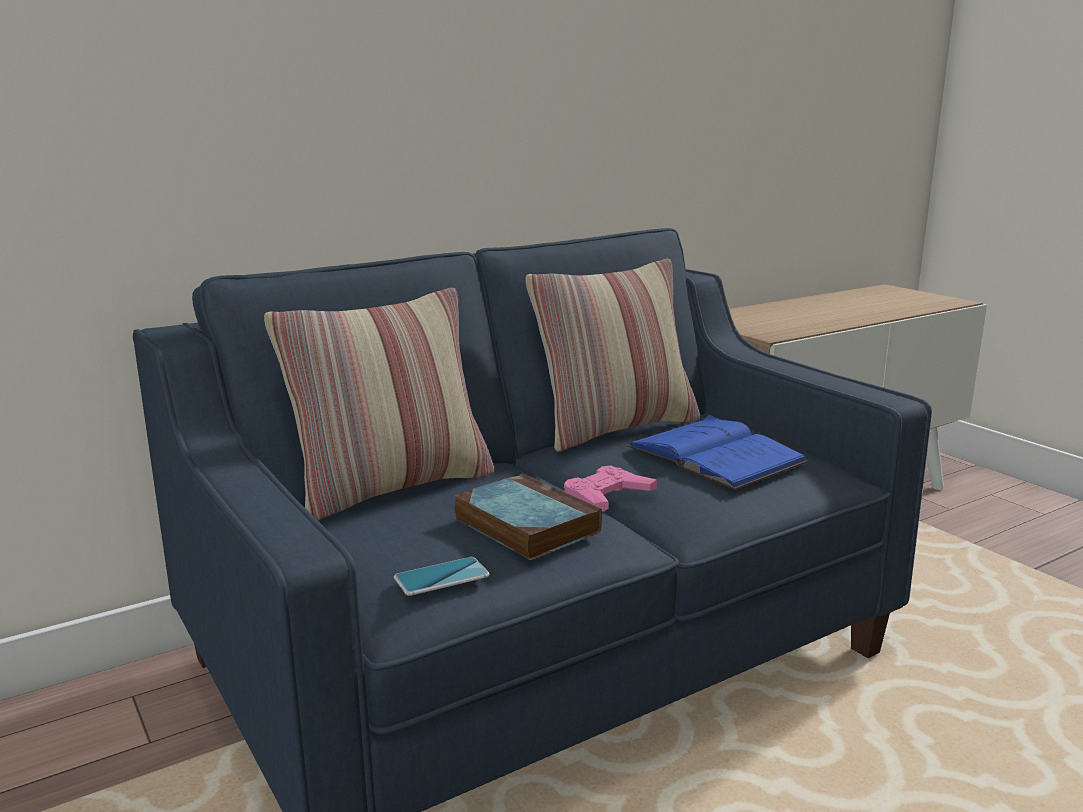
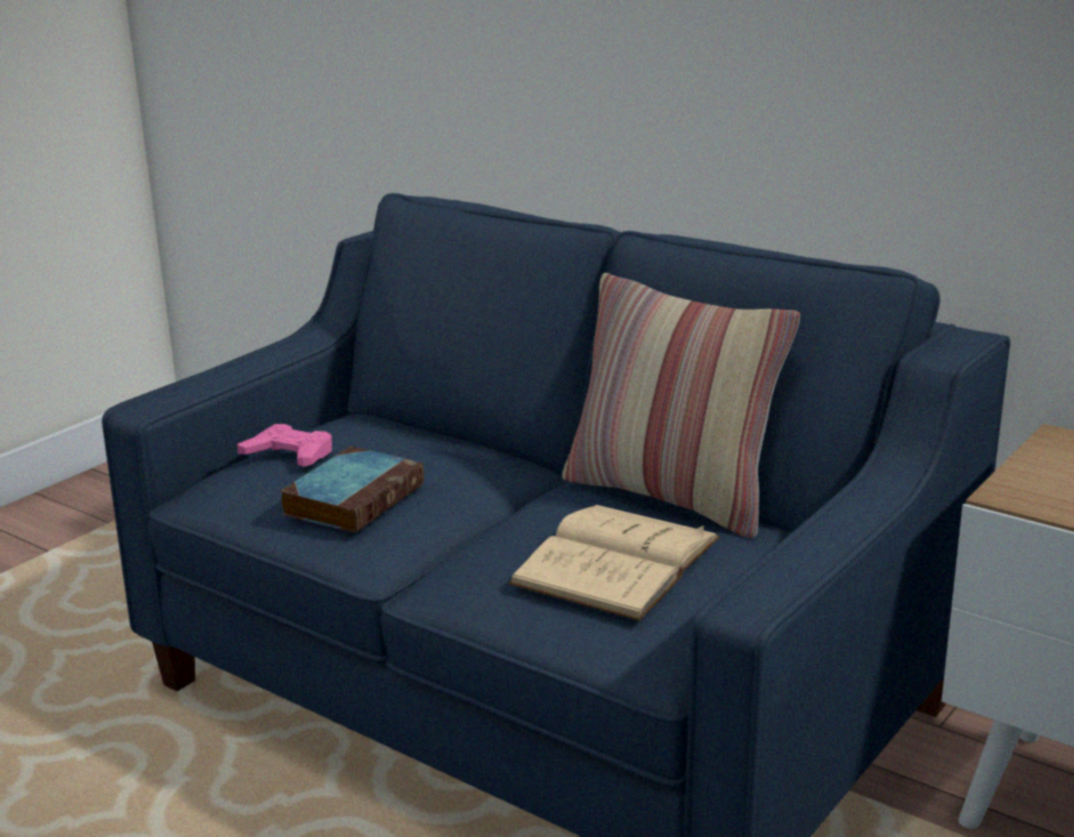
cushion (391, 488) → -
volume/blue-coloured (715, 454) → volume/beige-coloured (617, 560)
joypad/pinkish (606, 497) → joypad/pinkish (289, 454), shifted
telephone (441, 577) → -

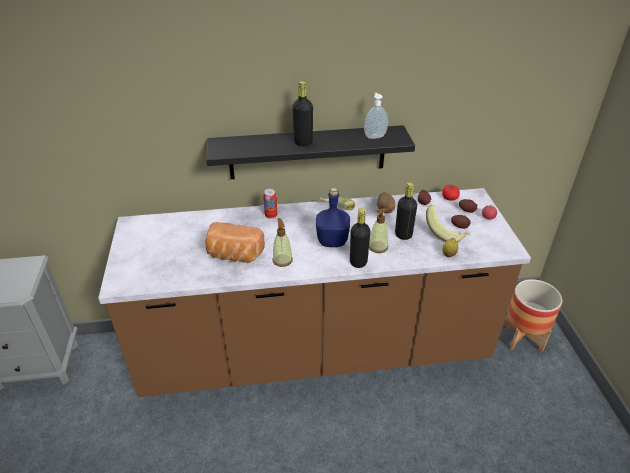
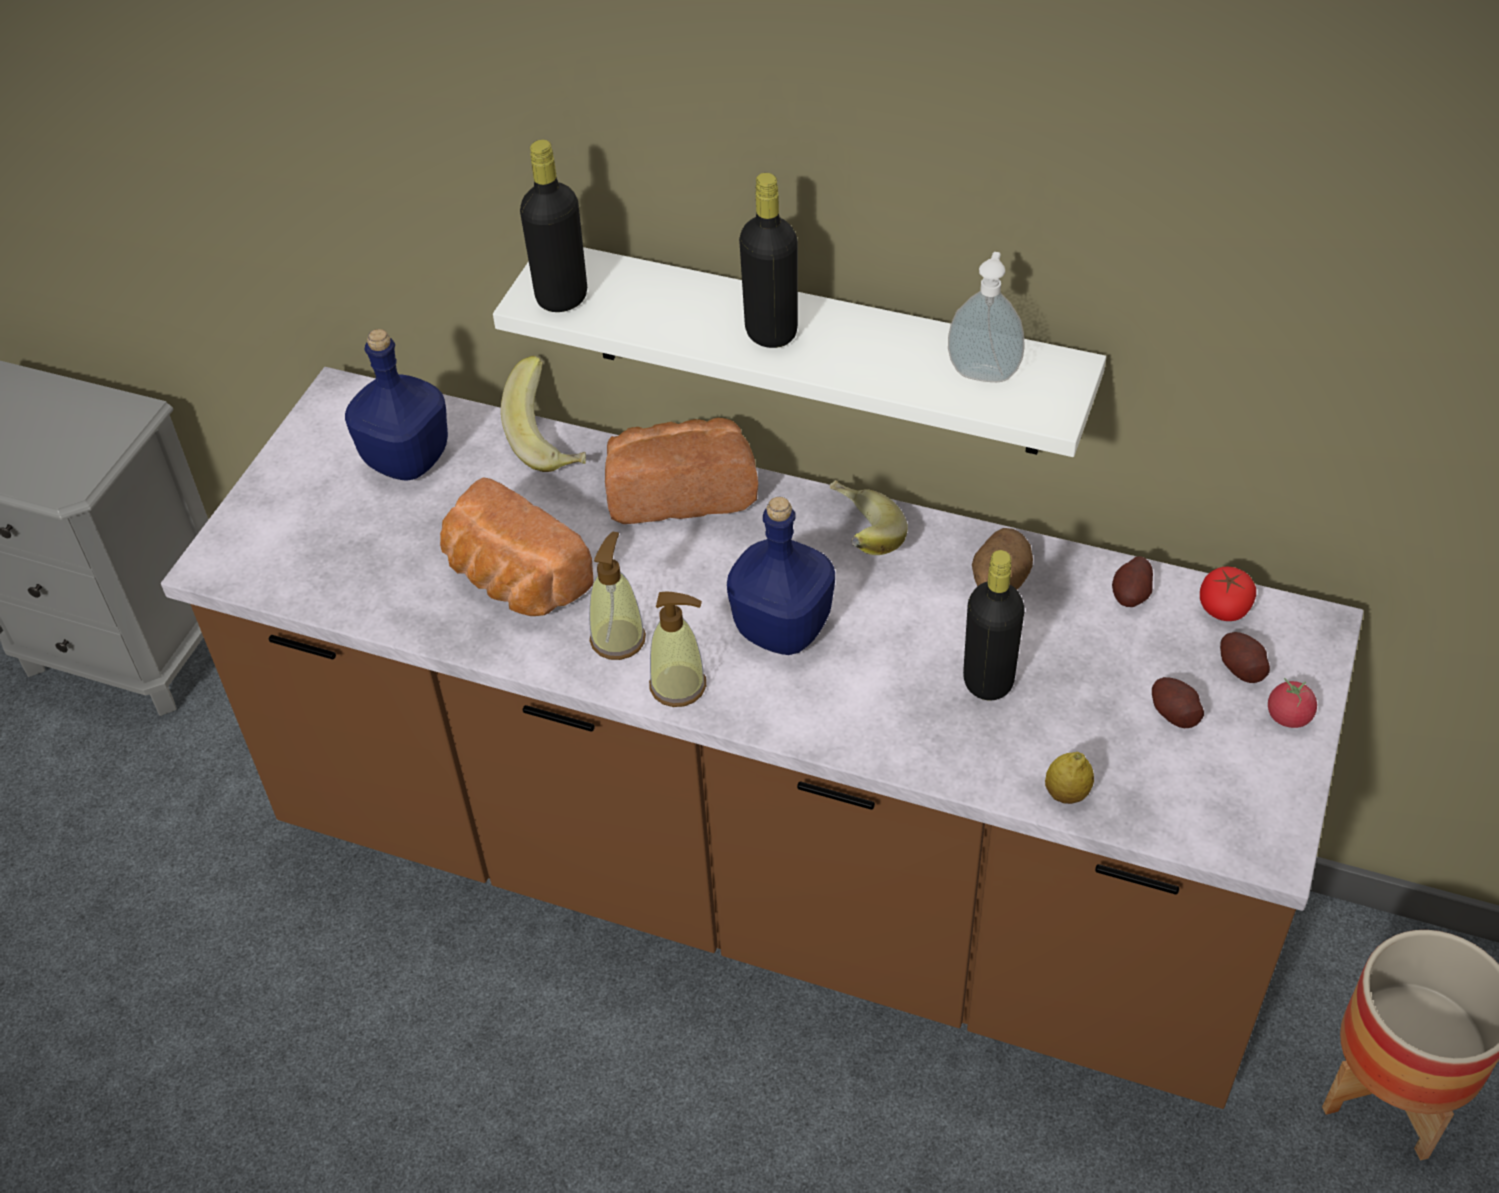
wall shelf/black-coloured (307, 152) → wall shelf/white (814, 349)
metal can (271, 215) → bakery bread (680, 491)
whole banana (445, 233) → whole banana (552, 440), shifted
beverage bottle/black-coloured (358, 262) → beverage bottle/black-coloured (562, 297), shifted
liquid soap bottle (378, 247) → liquid soap bottle (678, 685), shifted
- → beverage bottle/blue-coloured (406, 460)

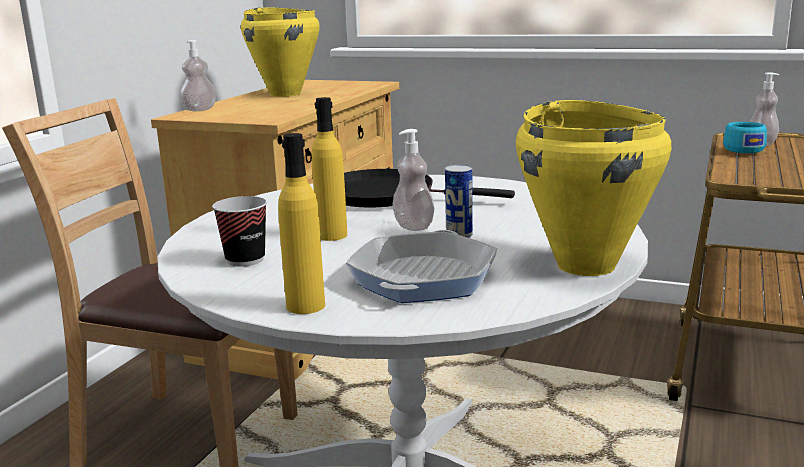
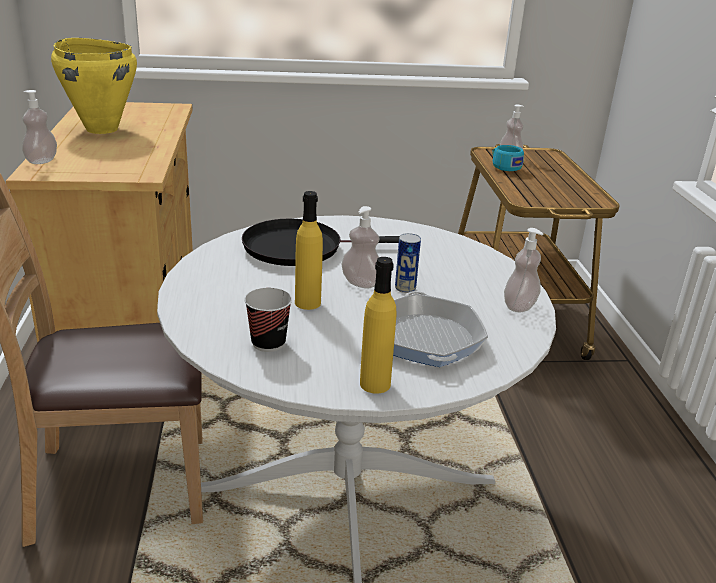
stockpot/yellow-coloured (586, 265) → liquid soap bottle (519, 306)

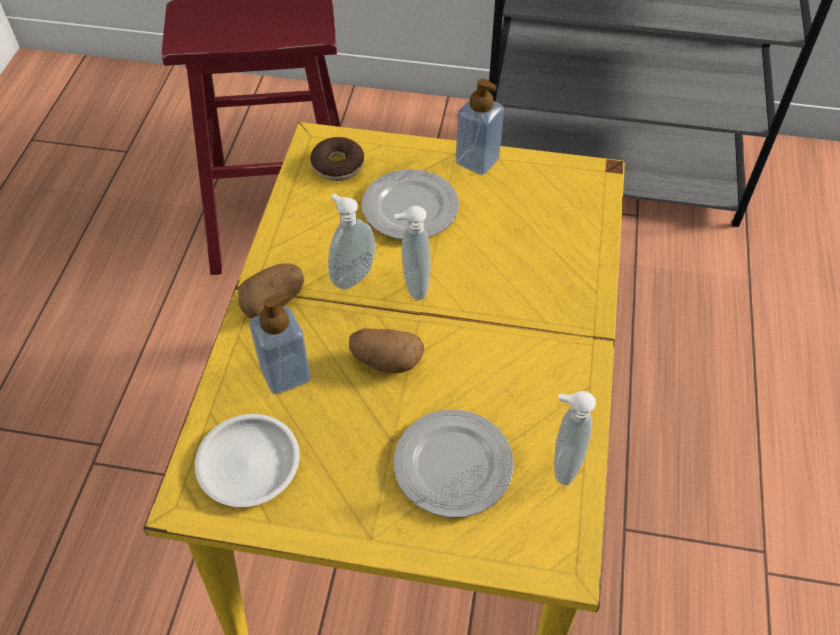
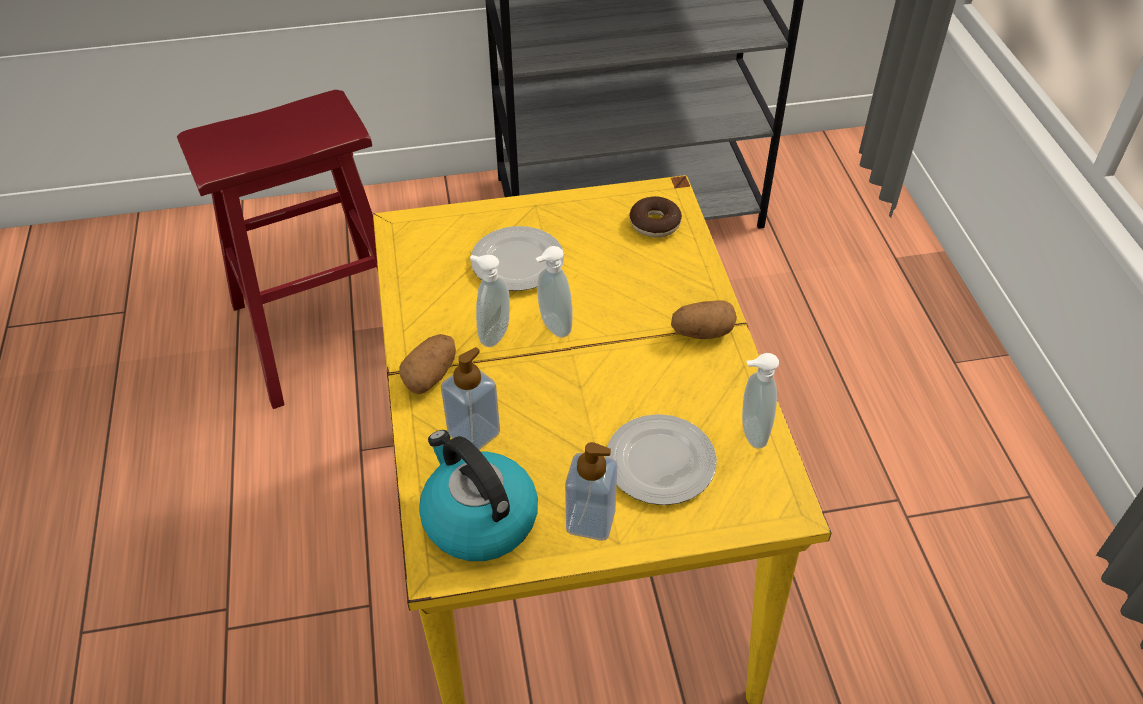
liquid soap bottle (477, 161) → liquid soap bottle (590, 521), shifted
doughnut (338, 165) → doughnut (655, 223), shifted
potato (386, 361) → potato (702, 332), shifted
plate/white (248, 464) → tea kettle (478, 518)

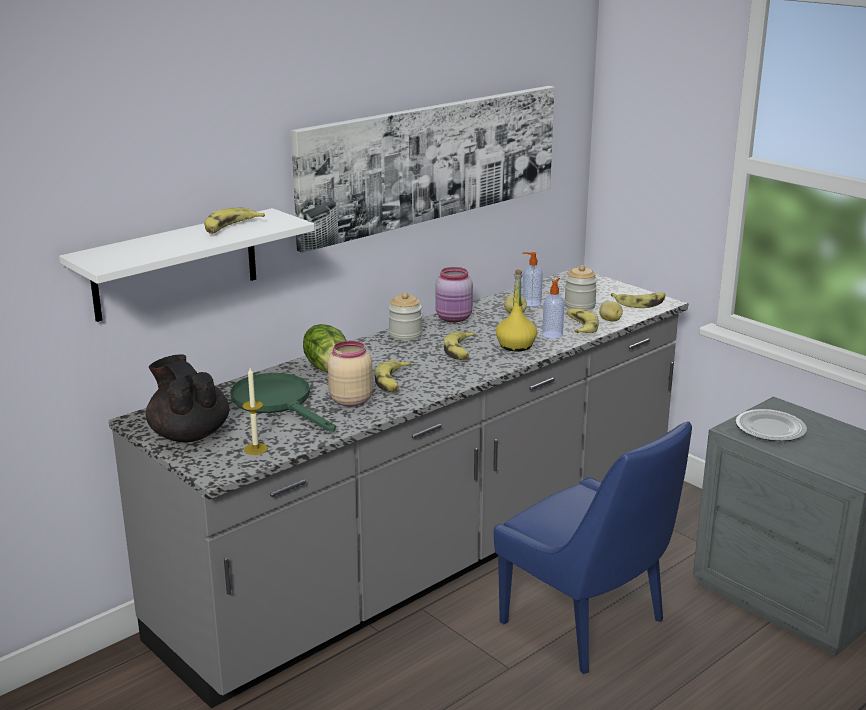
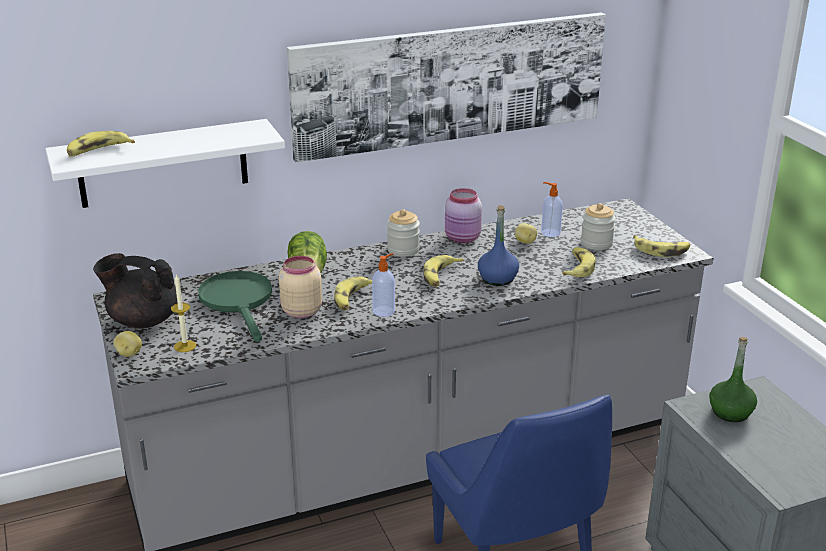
whole banana (230, 228) → whole banana (98, 151), shifted
beverage bottle/yellow-coloured (516, 345) → beverage bottle/blue-coloured (498, 278)
liquid soap bottle (552, 334) → liquid soap bottle (384, 311), shifted
potato (610, 320) → potato (128, 354), shifted
teapot/black-coloured (189, 434) → teapot/black-coloured (143, 320), 60 degrees counterclockwise
plate (769, 428) → beverage bottle/greenish (730, 412)

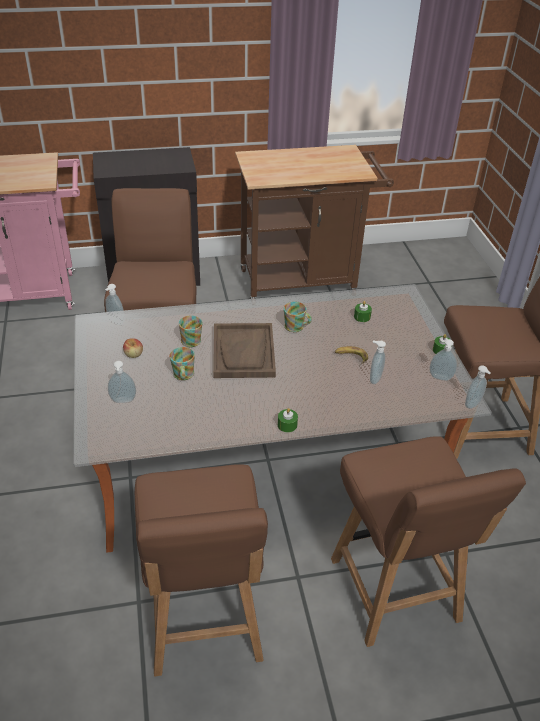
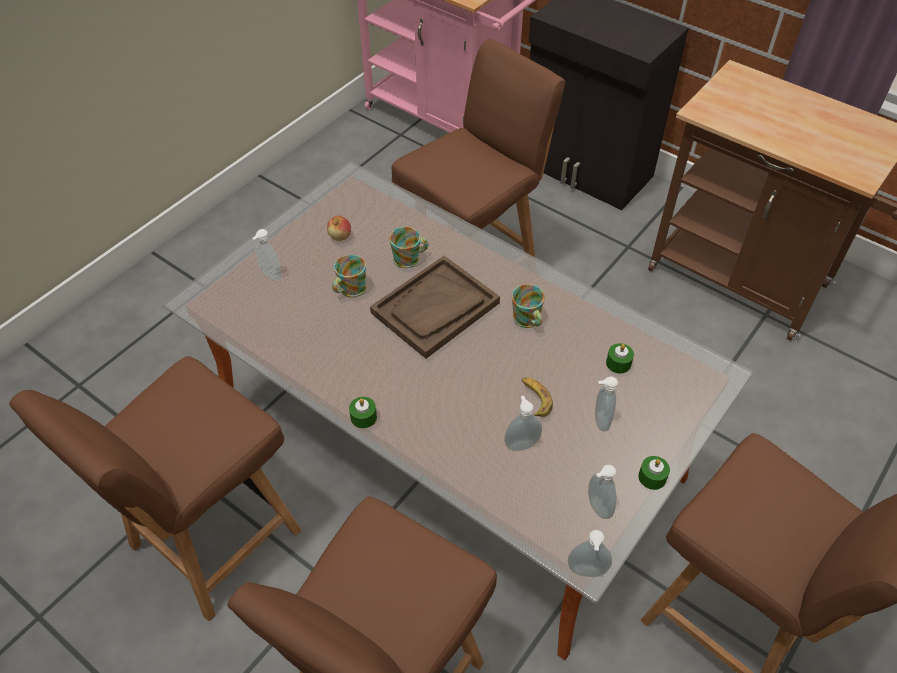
liquid soap bottle (115, 322) → liquid soap bottle (599, 421), shifted

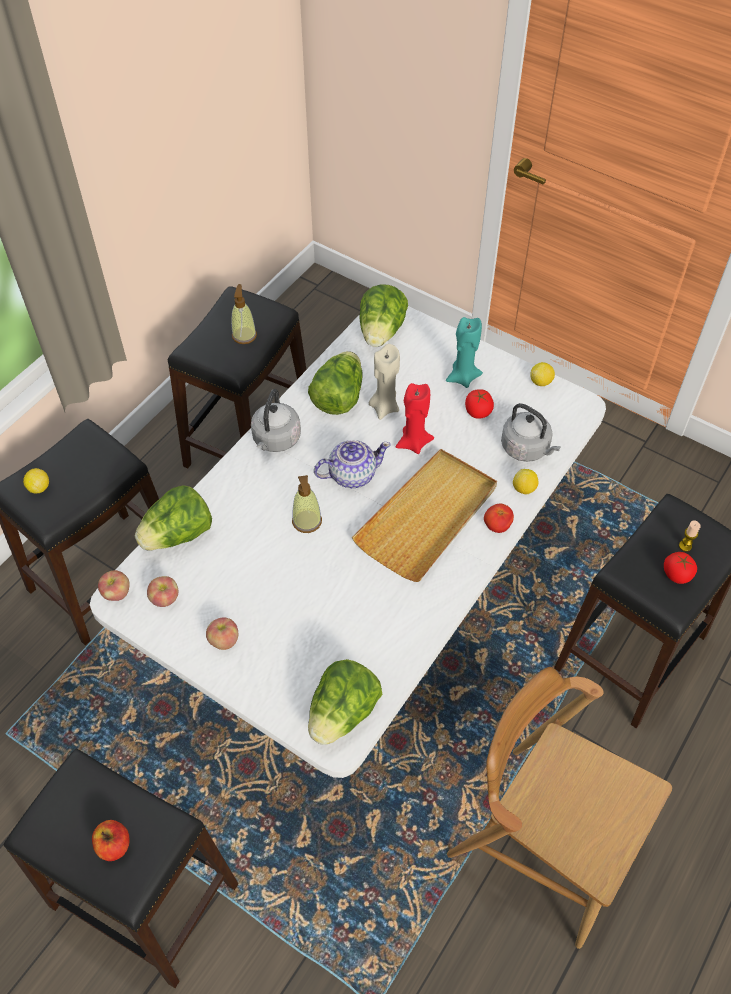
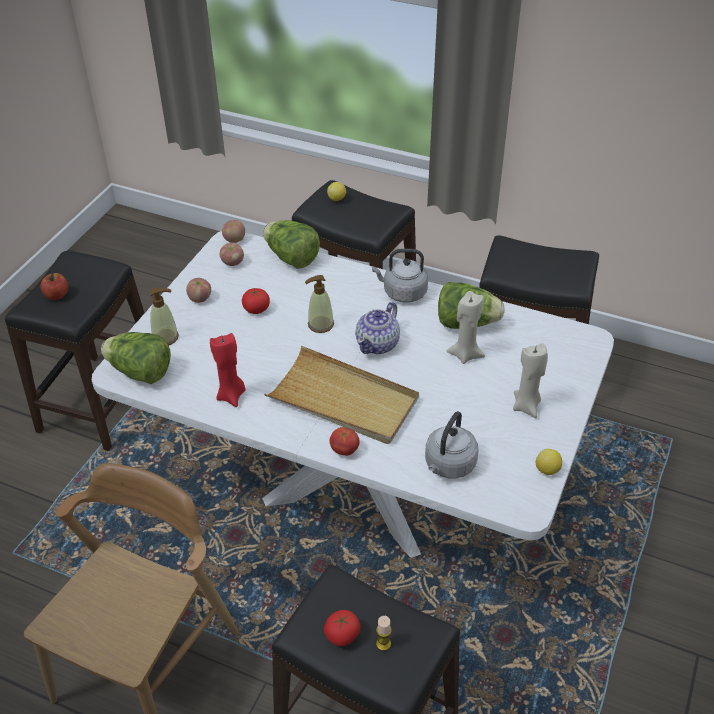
liquid soap bottle (244, 335) → liquid soap bottle (166, 337), shifted
head of lettuce (381, 332) → -
candle/turquoise-coloured (462, 377) → candle/beige-coloured (526, 406)
candle/red (413, 443) → candle/red (231, 395), shifted
fresh tomato (478, 412) → fresh tomato (256, 309), shifted
teapot (351, 474) → teapot (378, 344), 60 degrees clockwise
citrus fruit (524, 489) → -

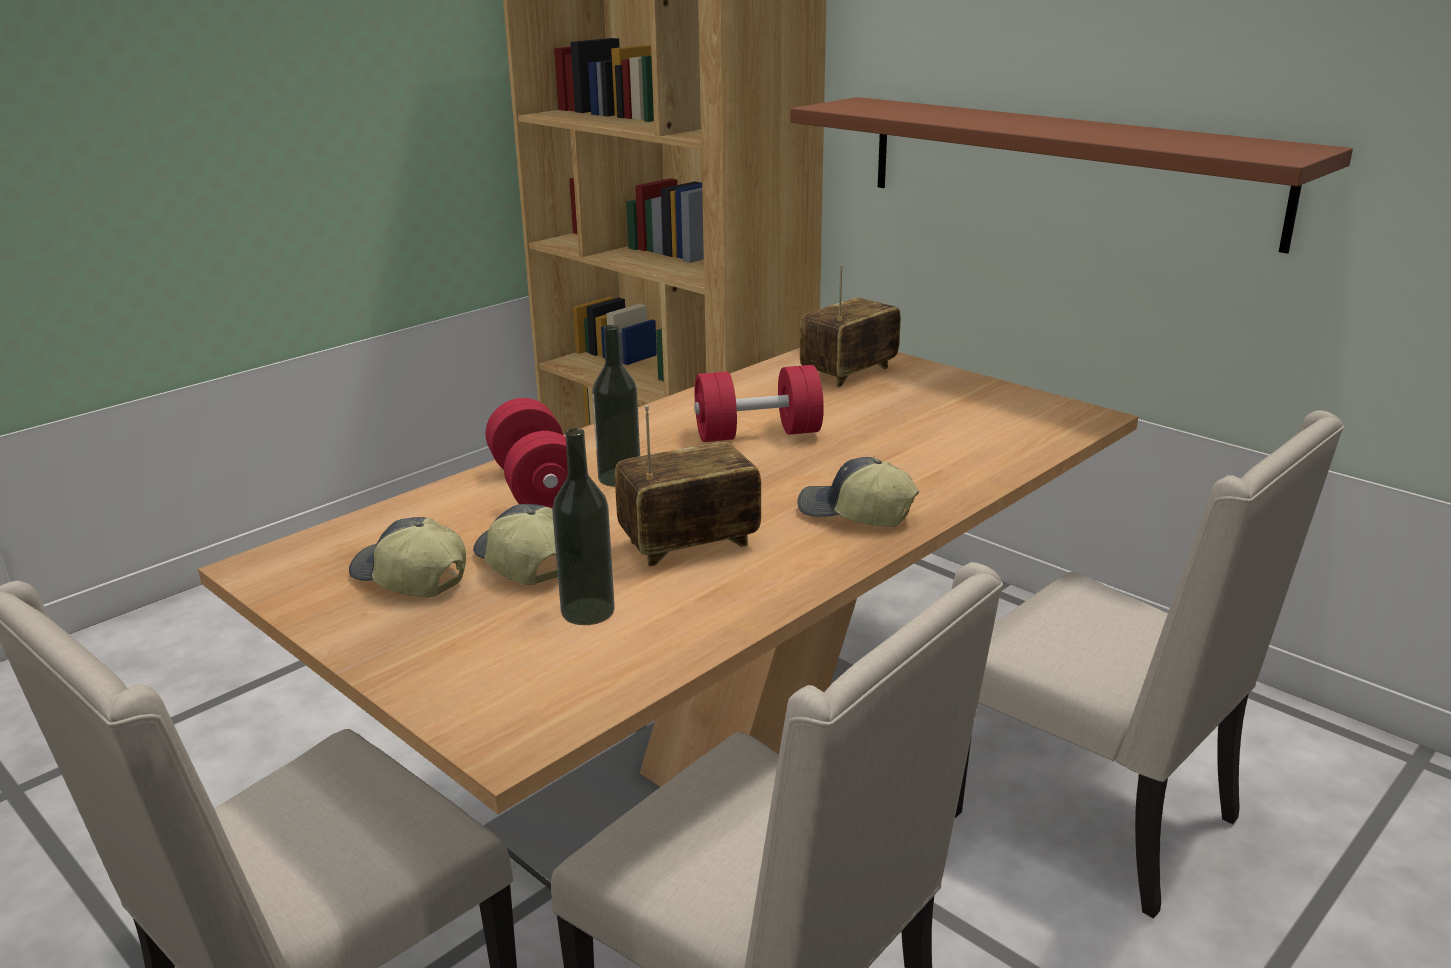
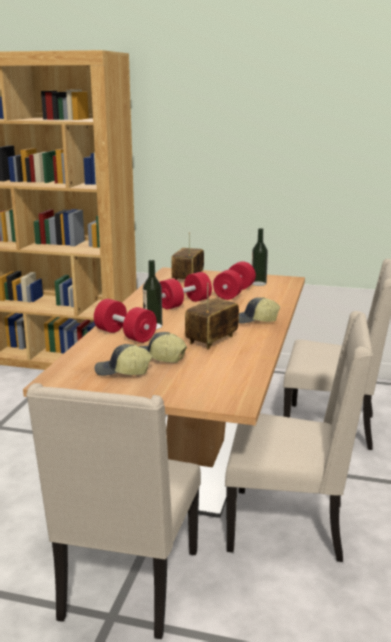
wall shelf/brown-coloured (1064, 168) → -
beverage bottle (587, 611) → beverage bottle (258, 283), shifted
- → hand weight/red (234, 293)

